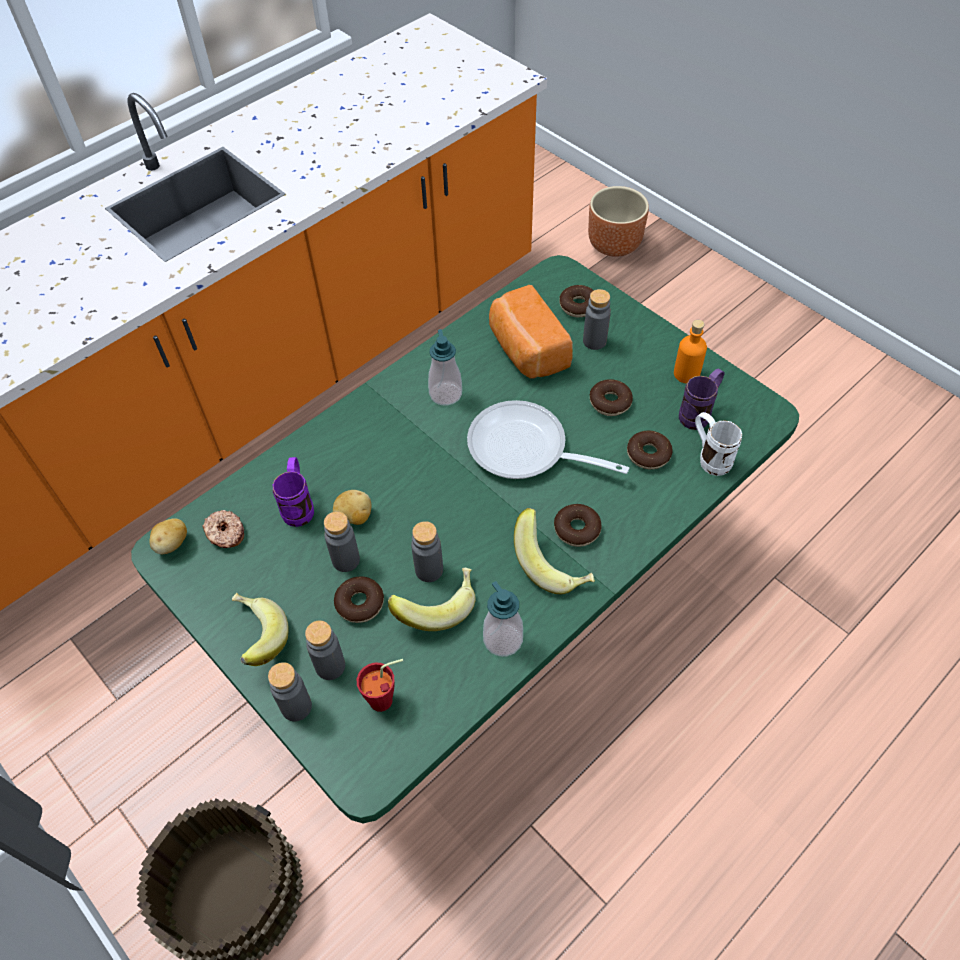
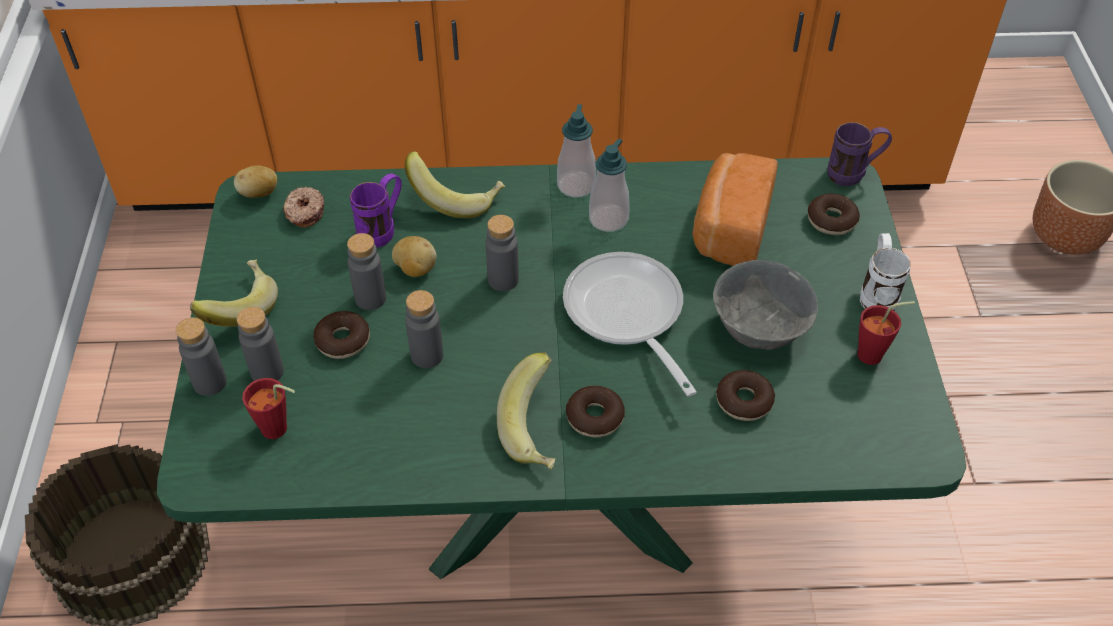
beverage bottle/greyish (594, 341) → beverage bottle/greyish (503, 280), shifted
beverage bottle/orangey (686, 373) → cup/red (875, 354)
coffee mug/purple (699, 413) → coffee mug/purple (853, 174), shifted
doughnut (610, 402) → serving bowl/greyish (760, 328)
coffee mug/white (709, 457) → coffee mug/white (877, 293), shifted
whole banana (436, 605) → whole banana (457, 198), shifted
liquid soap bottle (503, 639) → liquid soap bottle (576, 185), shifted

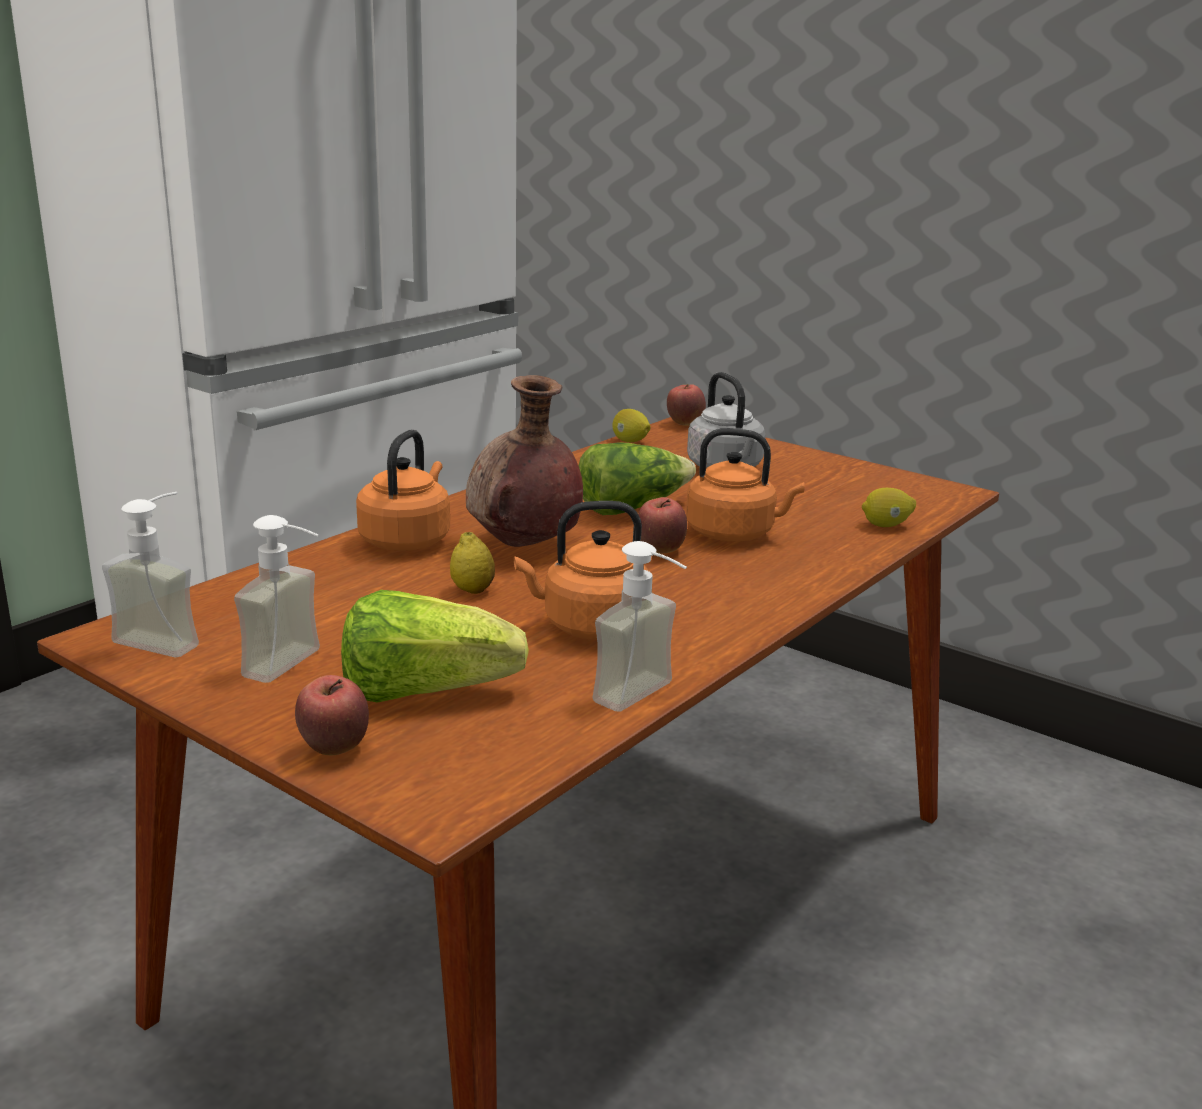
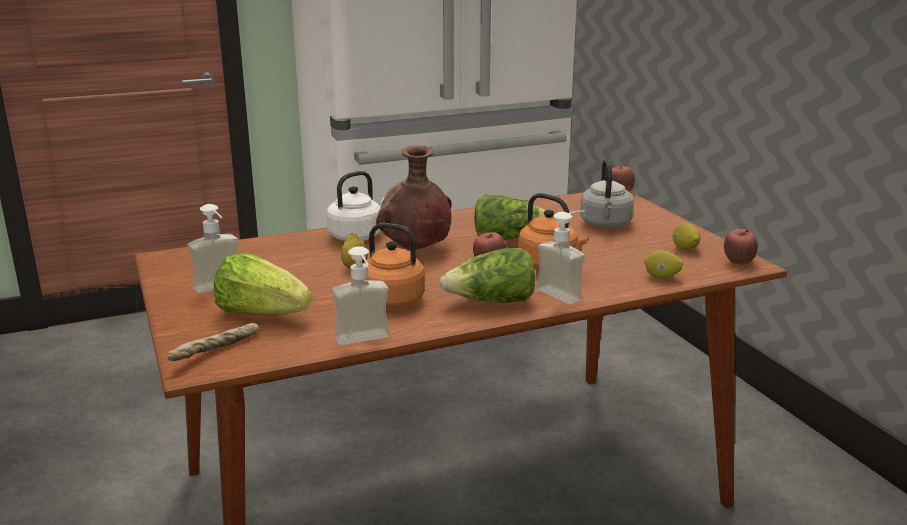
citrus fruit (630, 442) → citrus fruit (685, 249), shifted
tea kettle/orangey (407, 540) → tea kettle/white (358, 236)
liquid soap bottle (167, 637) → liquid soap bottle (565, 292), shifted
apple fruit (334, 749) → apple fruit (738, 263), shifted
- → head of lettuce (492, 302)
- → bakery bread (216, 352)

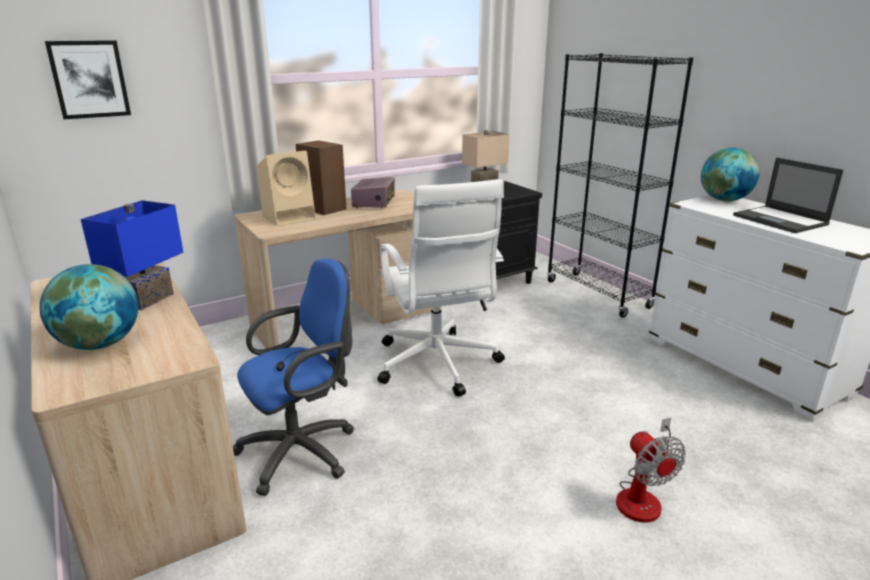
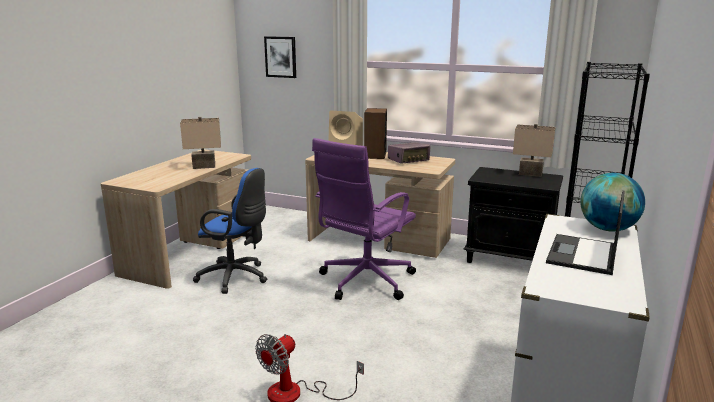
office chair/white (437, 364) → office chair/purple (364, 281)
tabletop lamp/blue-coloured (146, 299) → tabletop lamp/beige-coloured (204, 166)
globe (100, 344) → -

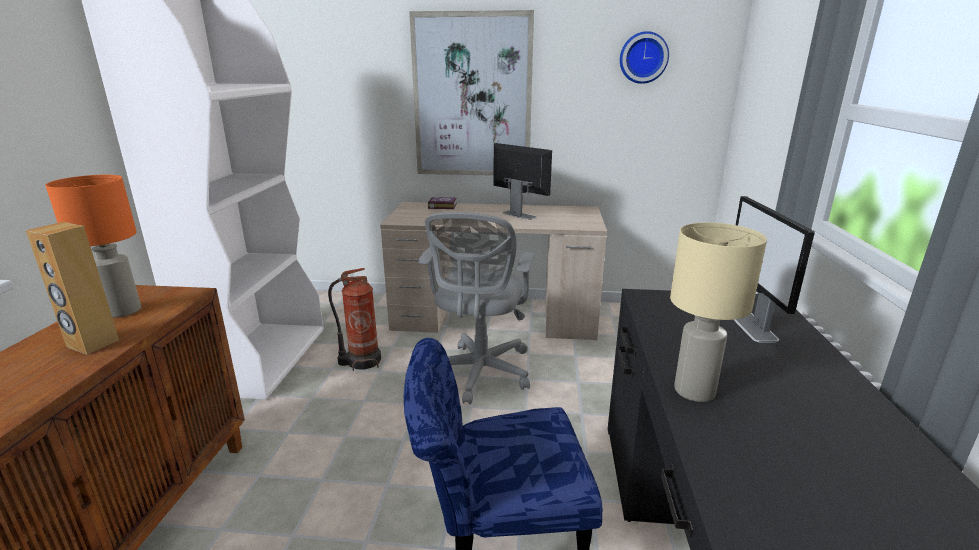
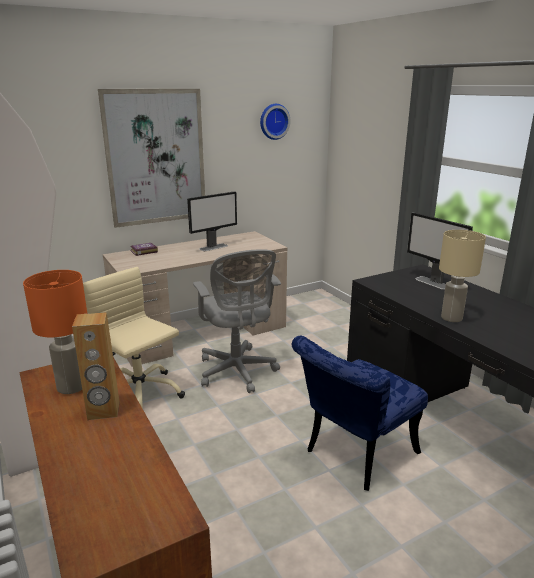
computer screen (519, 215) → computer screen (214, 247), 135 degrees clockwise
fire-fighting cylinder (362, 361) → office chair/beige-coloured (139, 395)

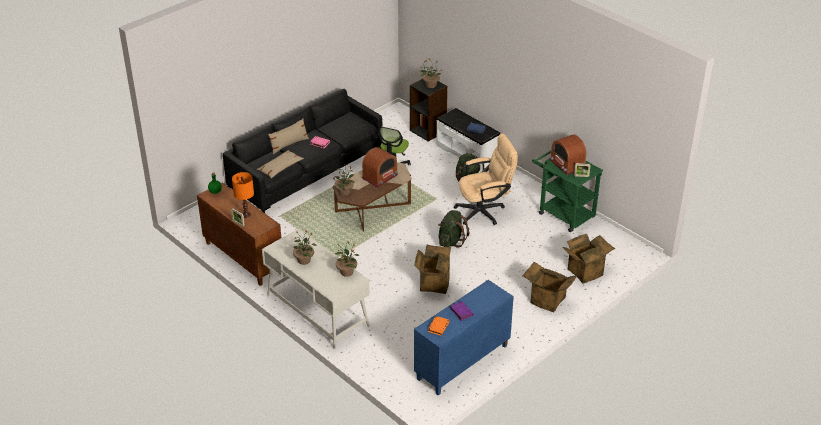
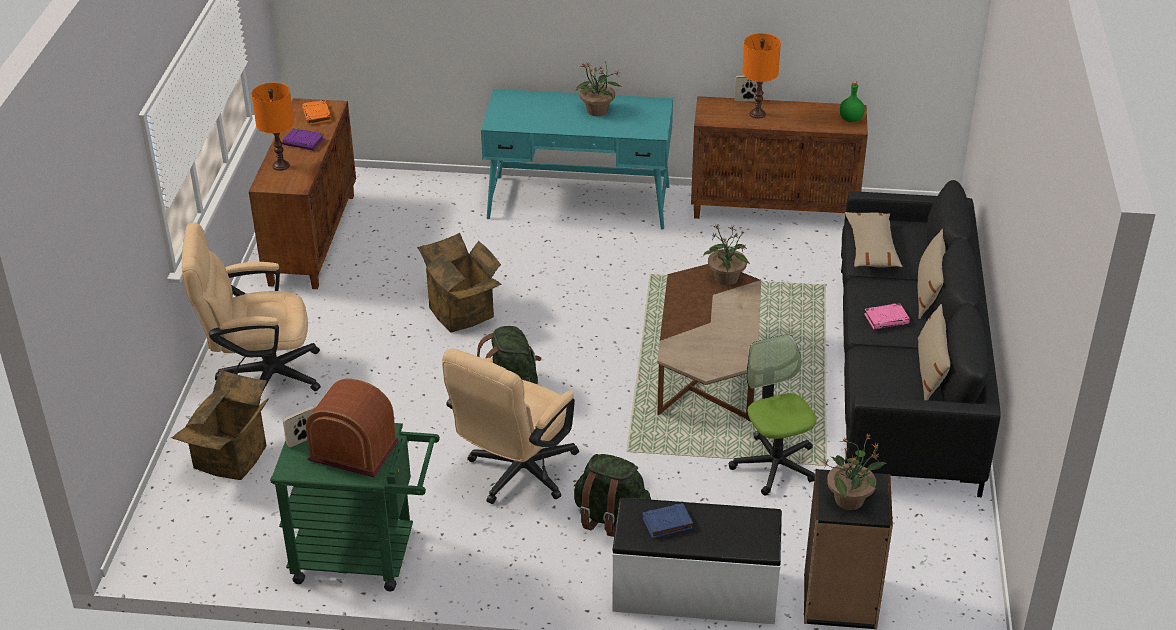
radio (380, 176) → -
desk/white (317, 310) → desk/turquoise-coloured (579, 202)
potted plant (346, 272) → -
carton (546, 301) → office chair/beige-coloured (260, 375)
cabinet/blue-coloured (462, 363) → cabinet/brown-coloured (311, 238)
- → tabletop lamp/orangey (280, 166)
- → cushion/beige-coloured (930, 370)

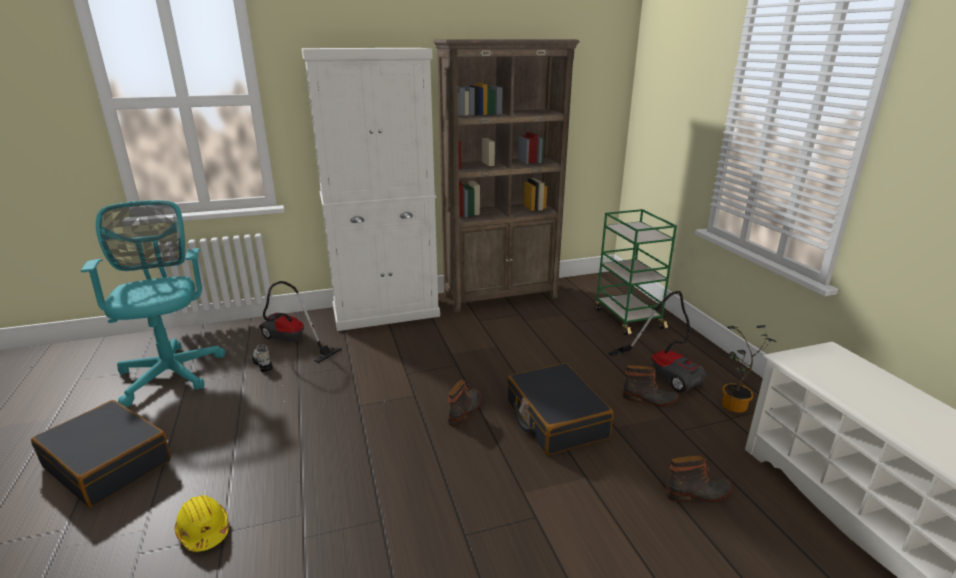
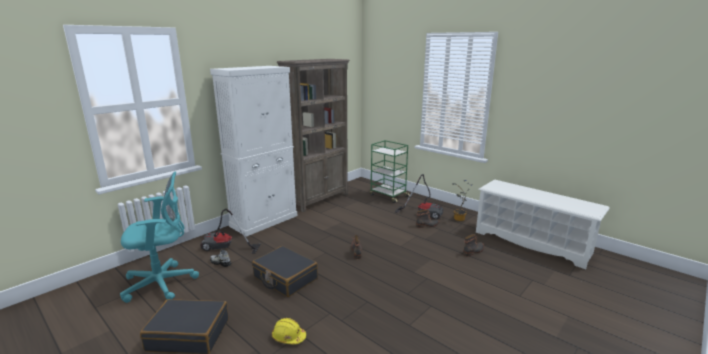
office chair/turquoise-coloured (172, 371) → office chair/turquoise-coloured (163, 283), 120 degrees clockwise
piece of luggage/black-coloured (555, 419) → piece of luggage/black-coloured (285, 278), shifted

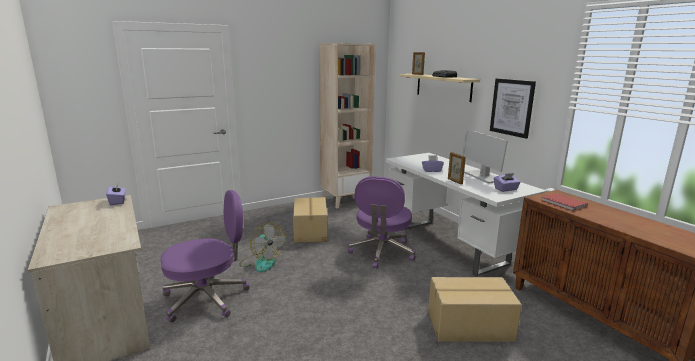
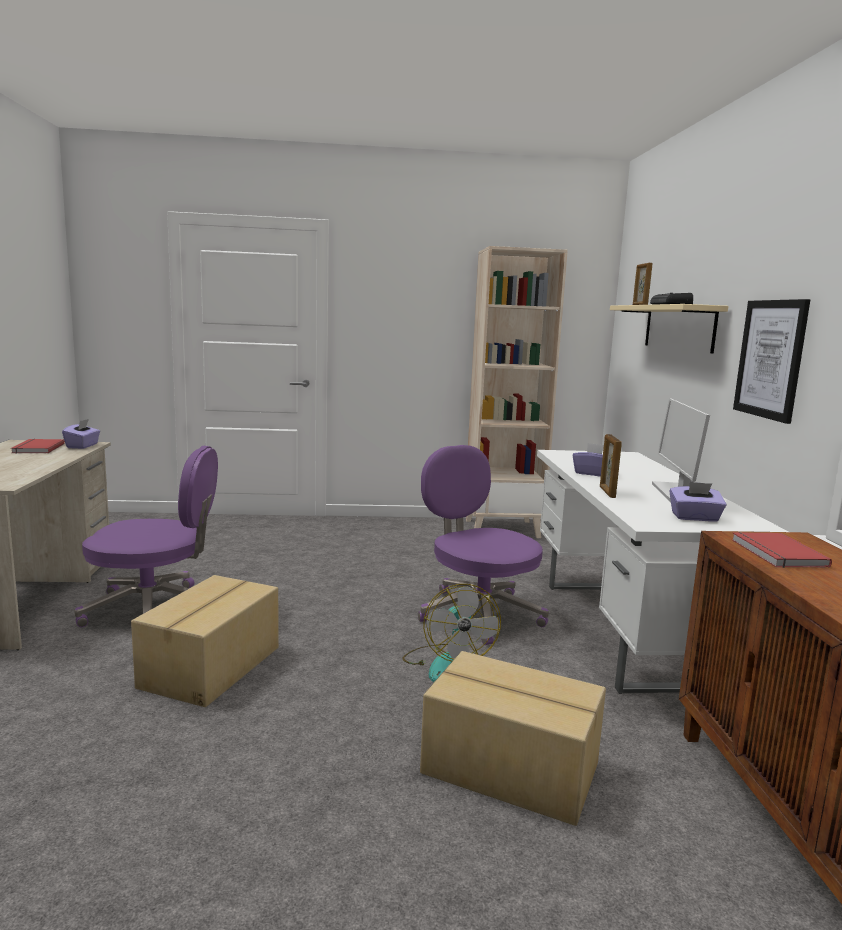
office chair/purple (382, 252) → office chair/purple (478, 613), 105 degrees clockwise
carton (311, 231) → carton (213, 667), shifted
electric fan (262, 262) → electric fan (447, 663), shifted
- → volume/red (36, 448)

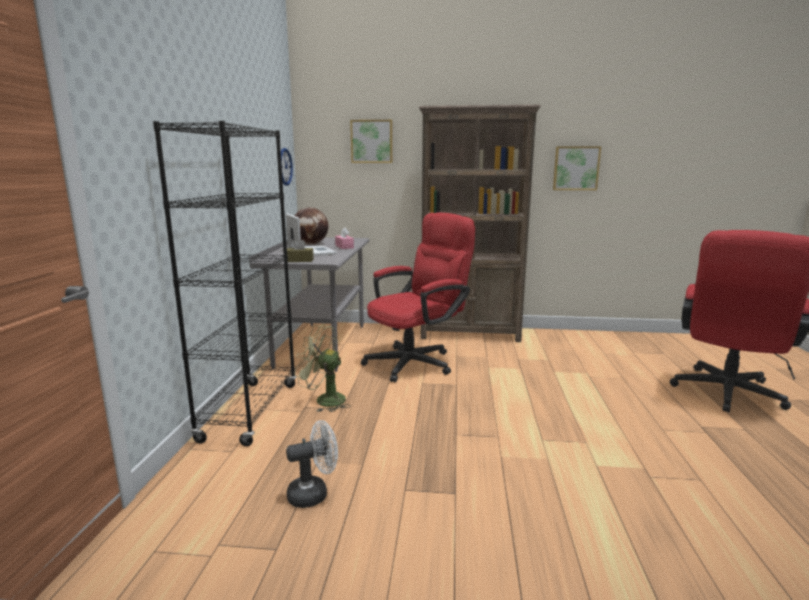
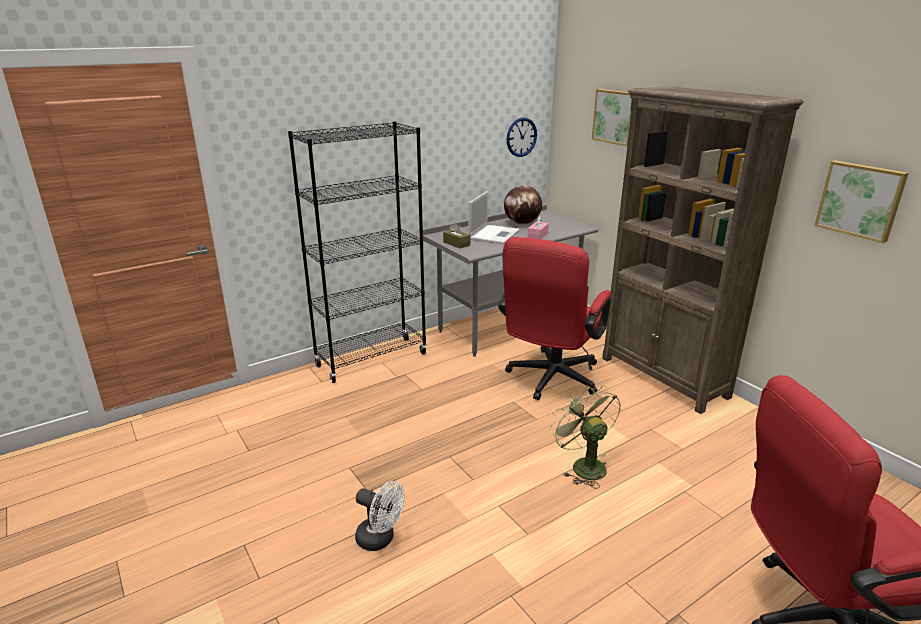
office chair/red (417, 361) → office chair/red (550, 380), 105 degrees clockwise
electric fan/greenish (324, 400) → electric fan/greenish (583, 465), shifted
electric fan/white (314, 493) → electric fan/white (380, 539), shifted

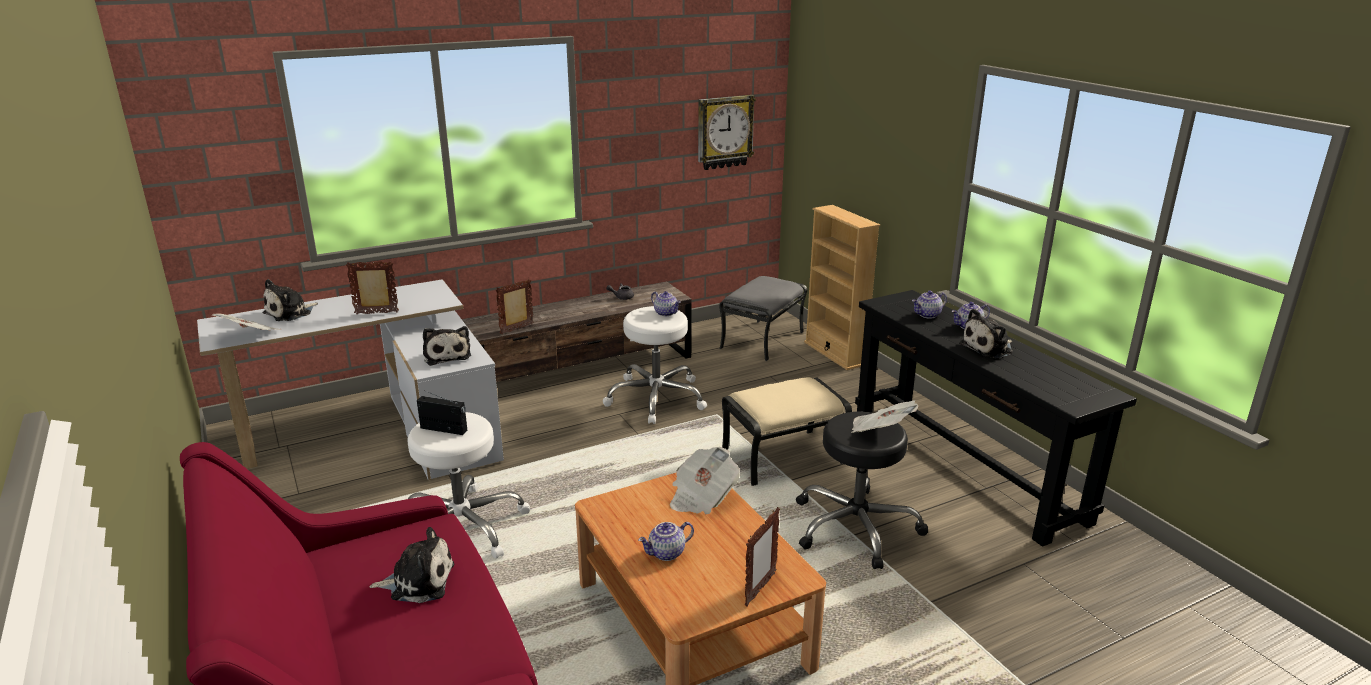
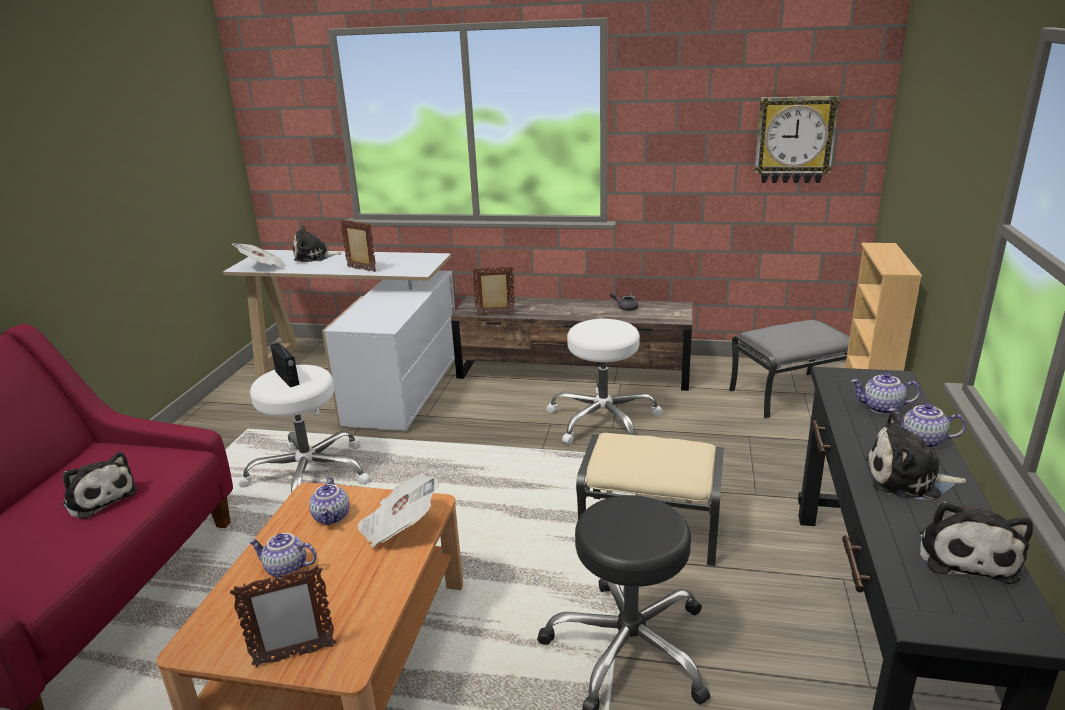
teapot (666, 313) → teapot (332, 517), shifted
plush toy (447, 355) → plush toy (966, 554), shifted
printed paper (880, 432) → -

